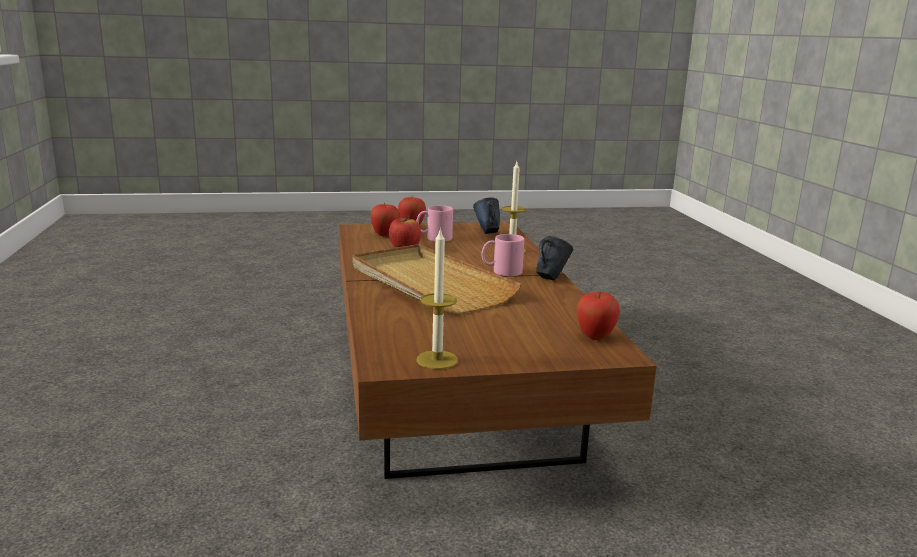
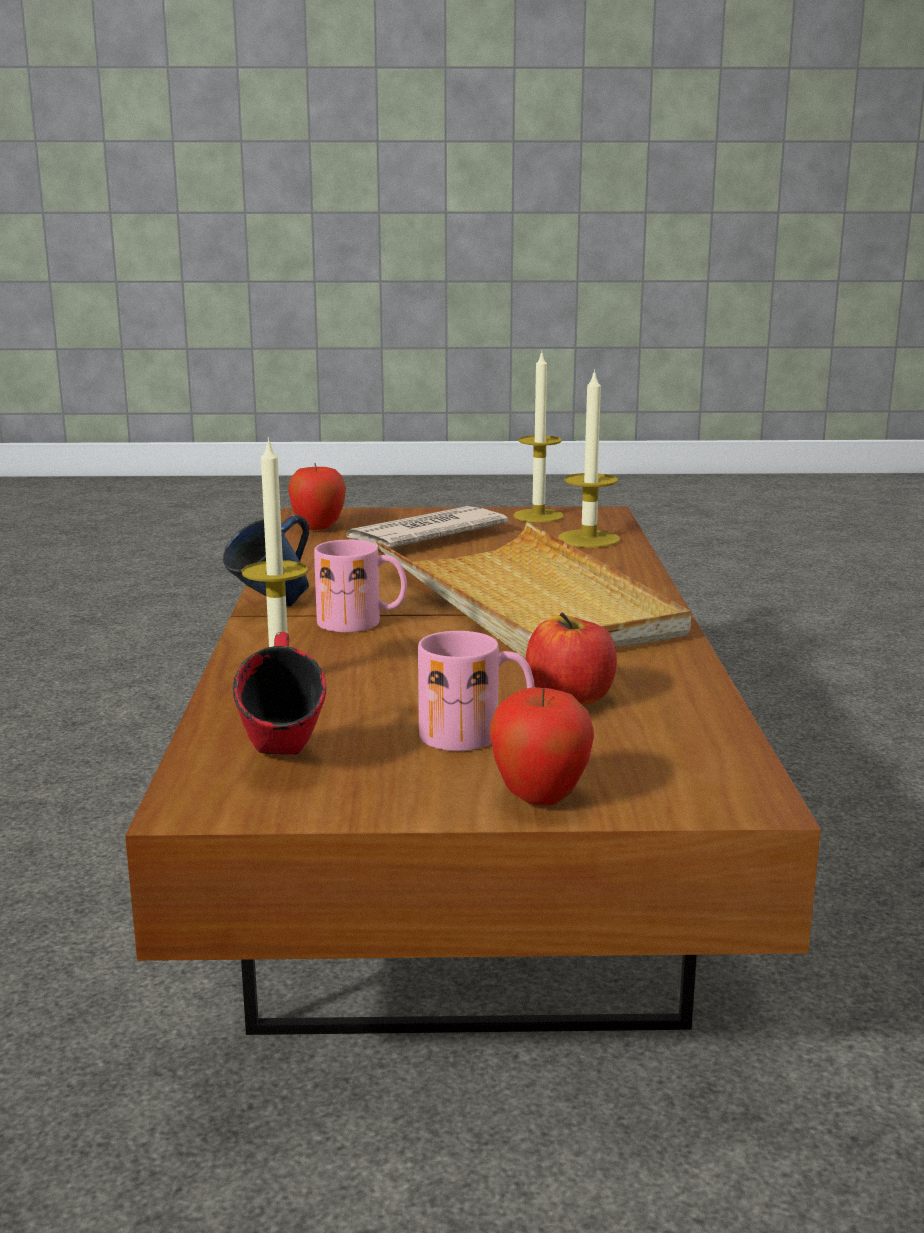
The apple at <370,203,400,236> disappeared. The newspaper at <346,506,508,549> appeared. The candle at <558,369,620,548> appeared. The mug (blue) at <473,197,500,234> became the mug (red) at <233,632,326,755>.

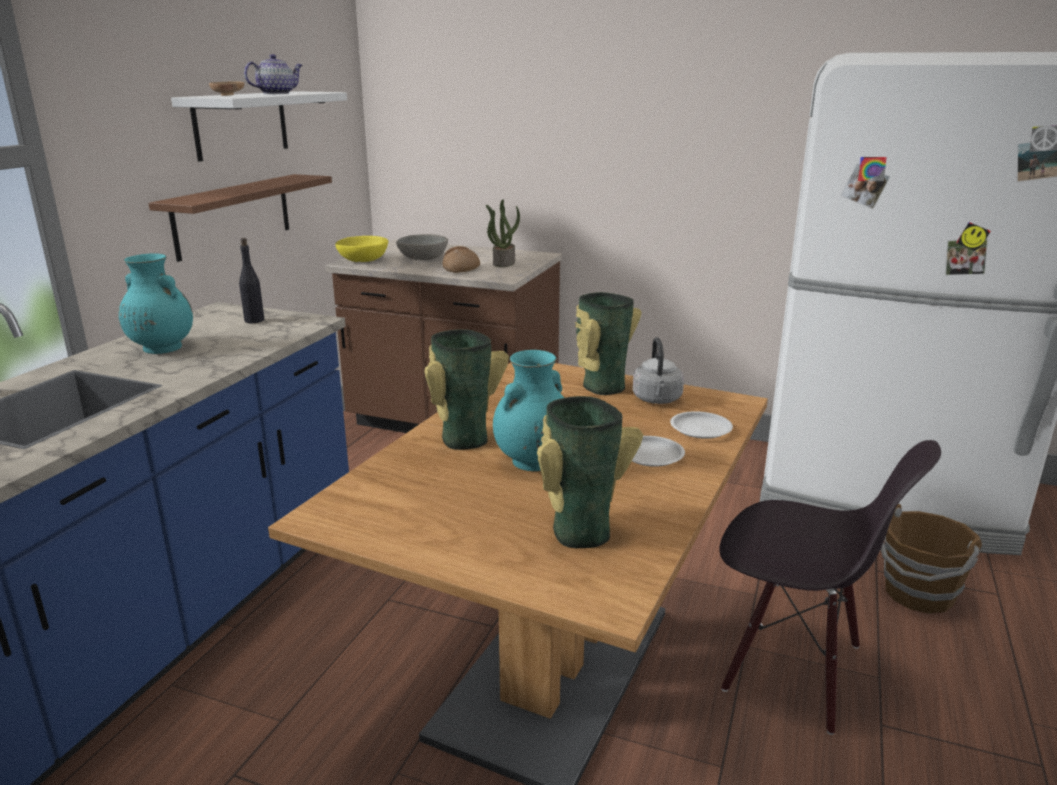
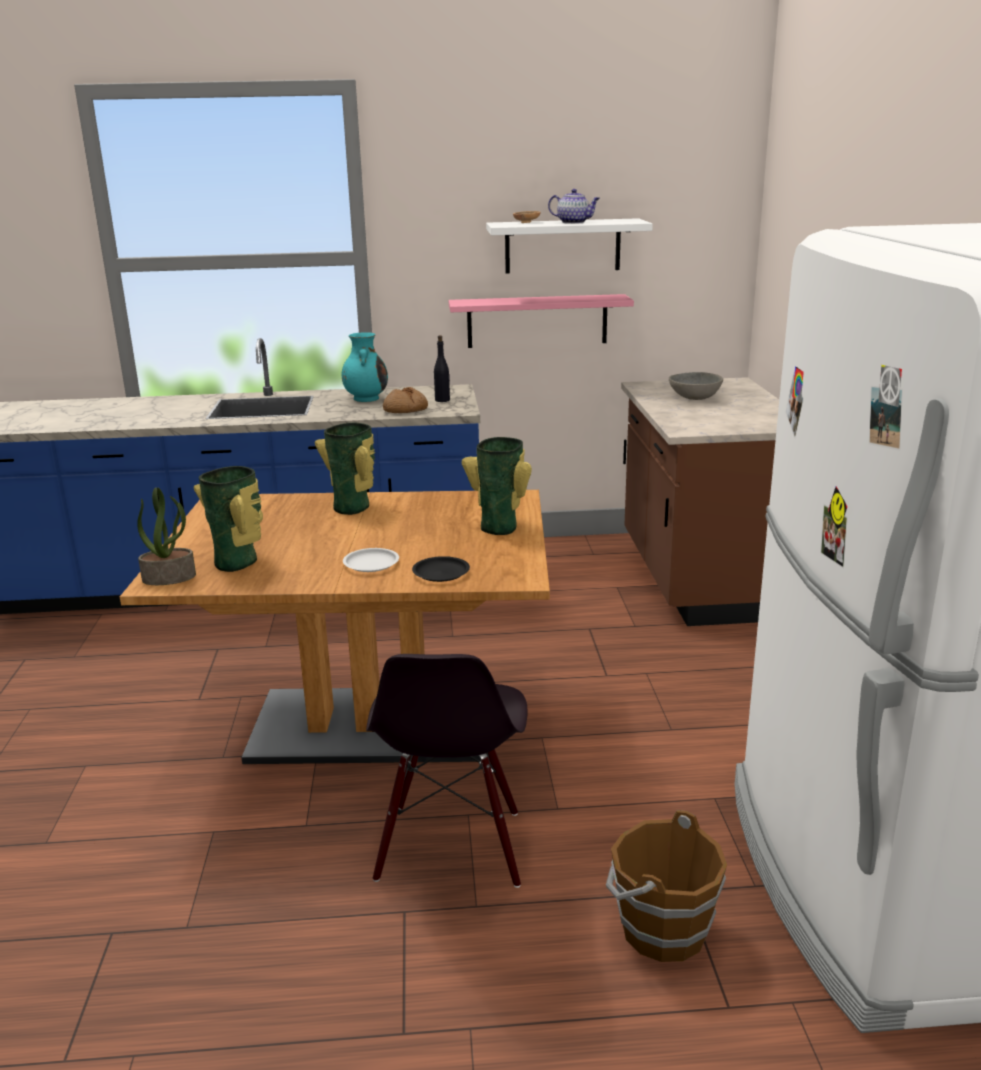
The bowl (yellow) at <335,236,388,262> disappeared. The vase (turquoise) at <493,350,564,471> disappeared. The kettle (grey) at <633,337,684,404> disappeared. The bread moved from <443,246,480,273> to <383,387,428,413>. The potted plant moved from <486,199,520,267> to <137,487,196,585>. The shelf (brown) at <149,174,332,262> became the shelf (pink) at <449,294,634,348>. The plate (white) at <670,411,733,439> became the plate (black) at <412,556,470,582>.

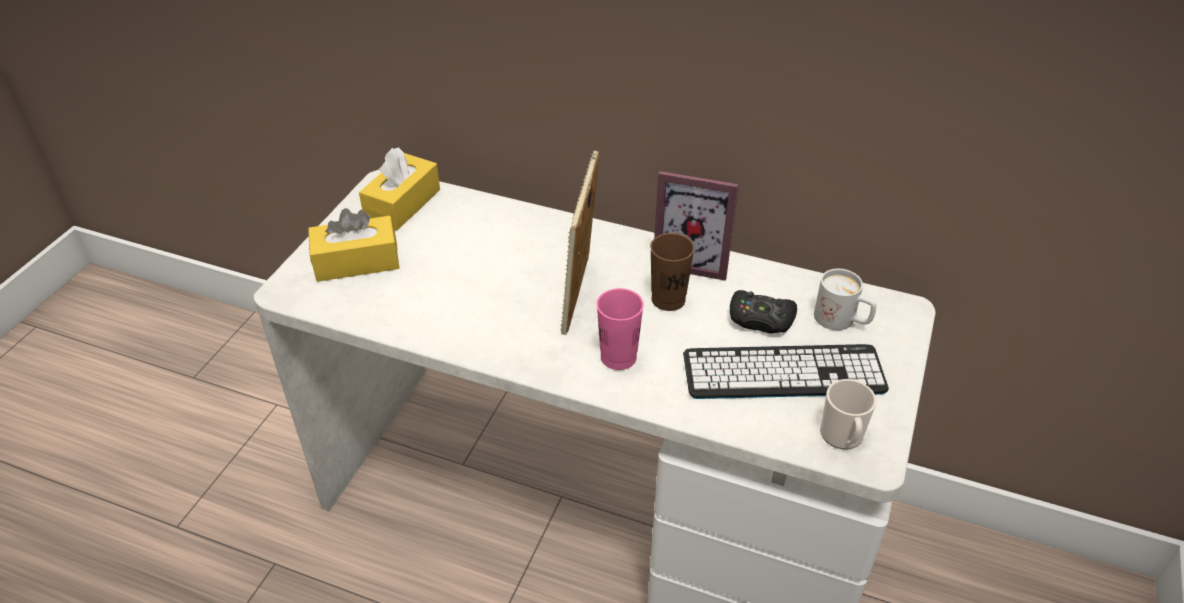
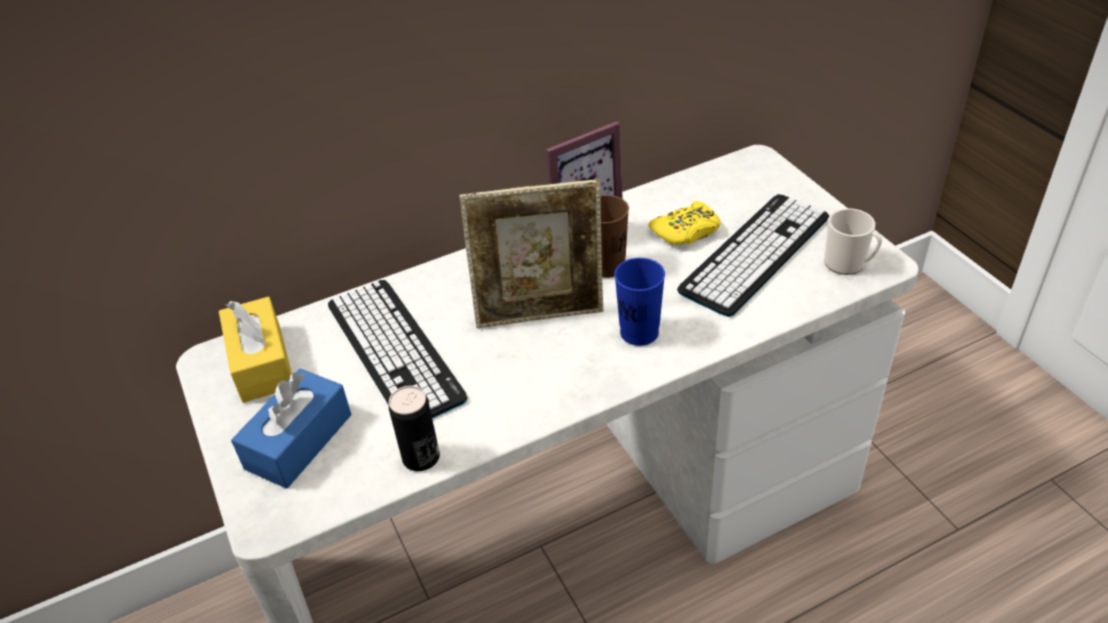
The mug (white) at <814,268,876,330> disappeared. The keyboard at <328,280,468,419> appeared. The can at <389,386,440,471> appeared. The tissue box (yellow) at <308,208,399,282> became the tissue box (blue) at <231,369,351,489>. The cup (pink) at <597,288,644,370> became the cup (blue) at <614,258,665,346>. The game controller (black) at <730,290,797,333> became the game controller (yellow) at <648,201,720,246>. The picture frame at <560,151,599,335> turned 60 degrees counterclockwise.

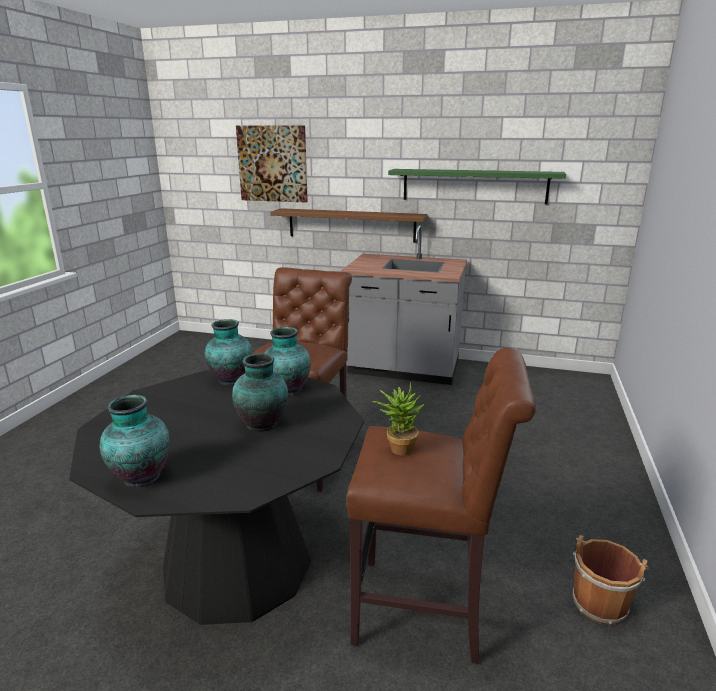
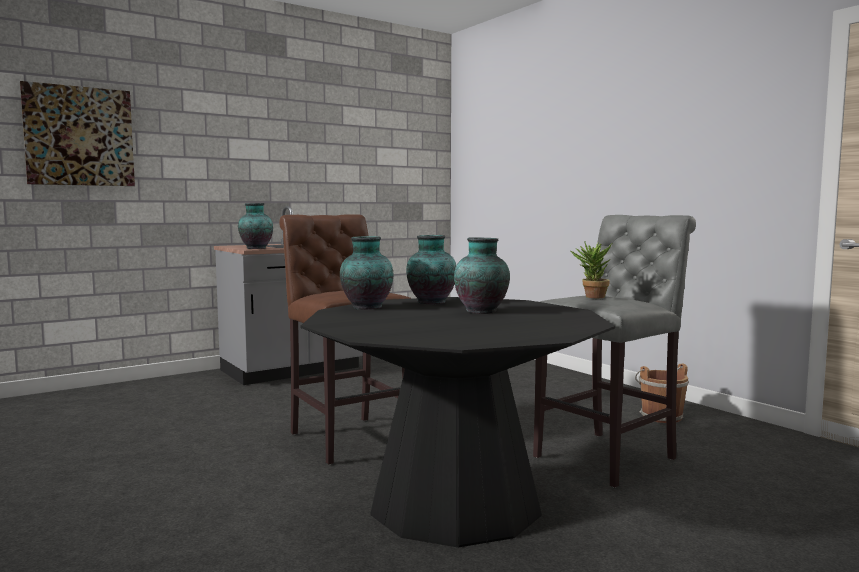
The shelf (brown) at <270,208,428,243> disappeared. The shelf (green) at <388,169,566,204> disappeared. The vase moved from <100,395,170,487> to <238,203,273,249>. The stool (brown) at <346,347,536,664> became the stool (grey) at <533,215,696,488>.

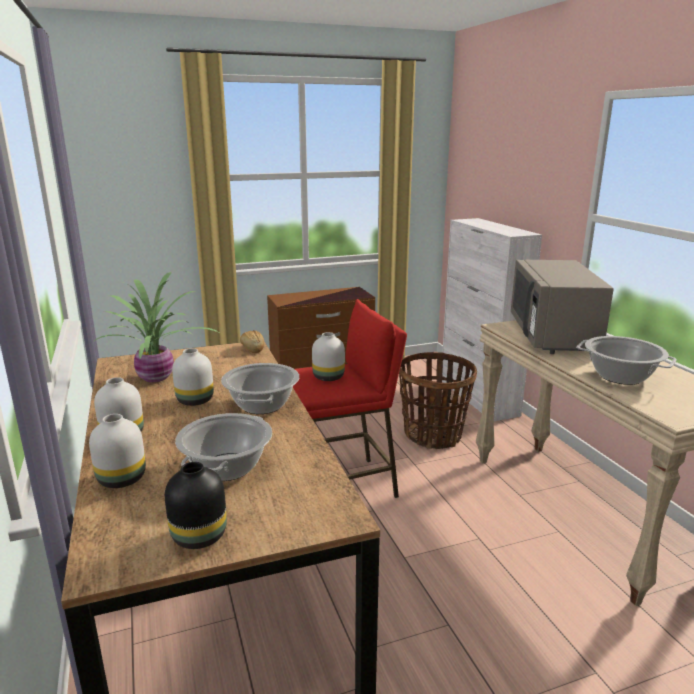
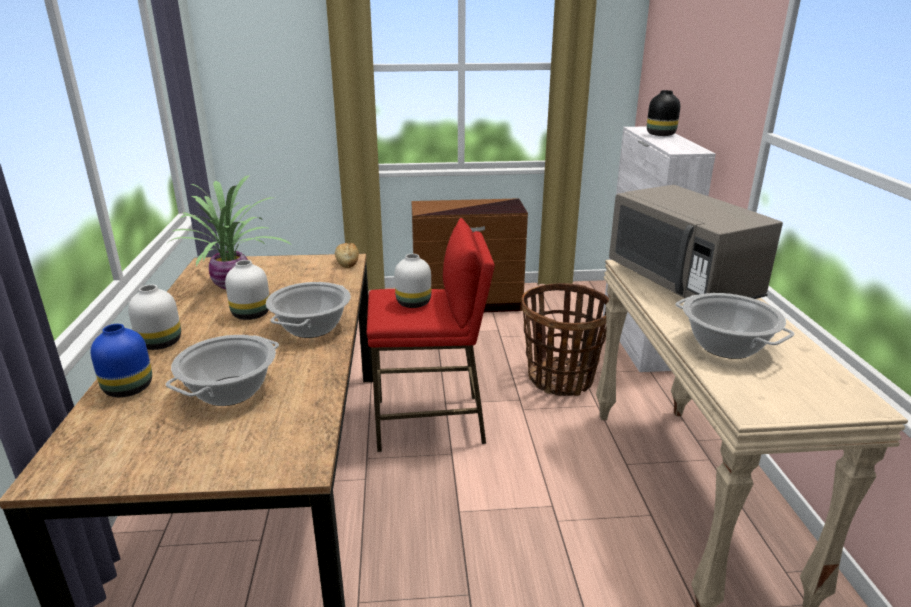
The vase (black) moved from <165,462,227,549> to <647,90,680,136>. The vase (white) at <89,414,146,488> became the vase (blue) at <91,324,152,397>. The microwave (grey) at <511,260,614,355> turned 45 degrees counterclockwise.

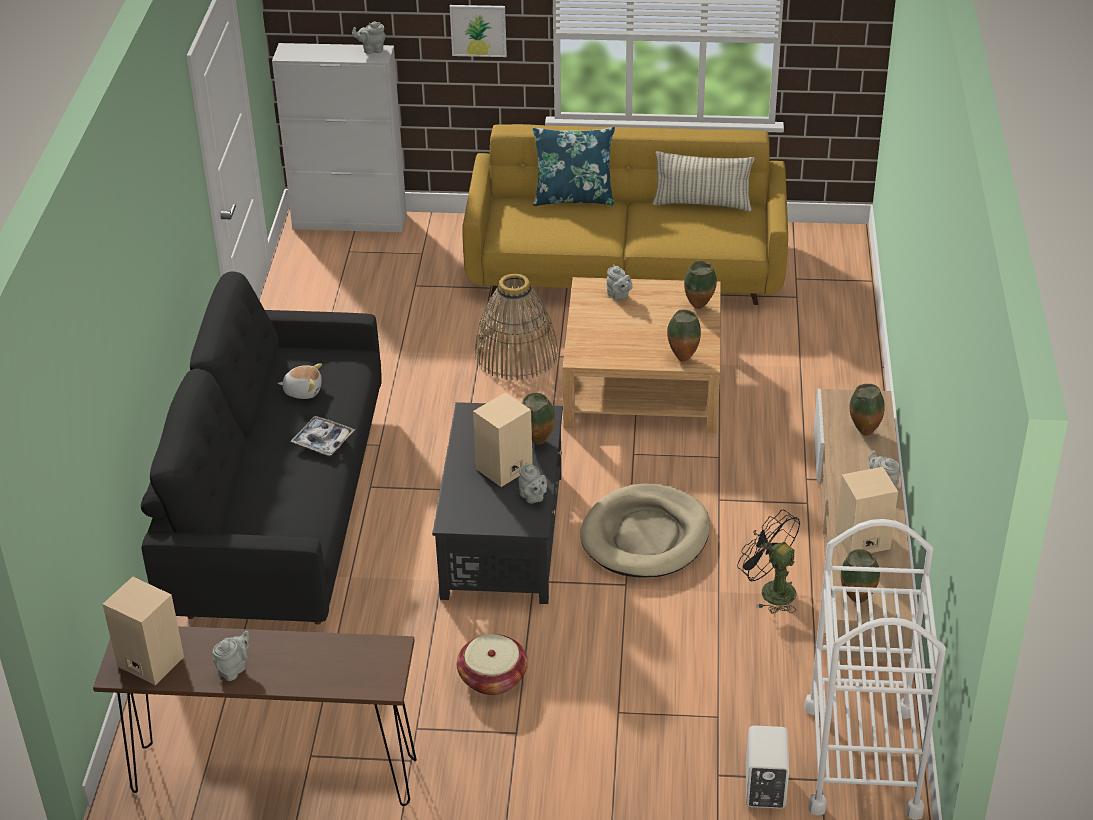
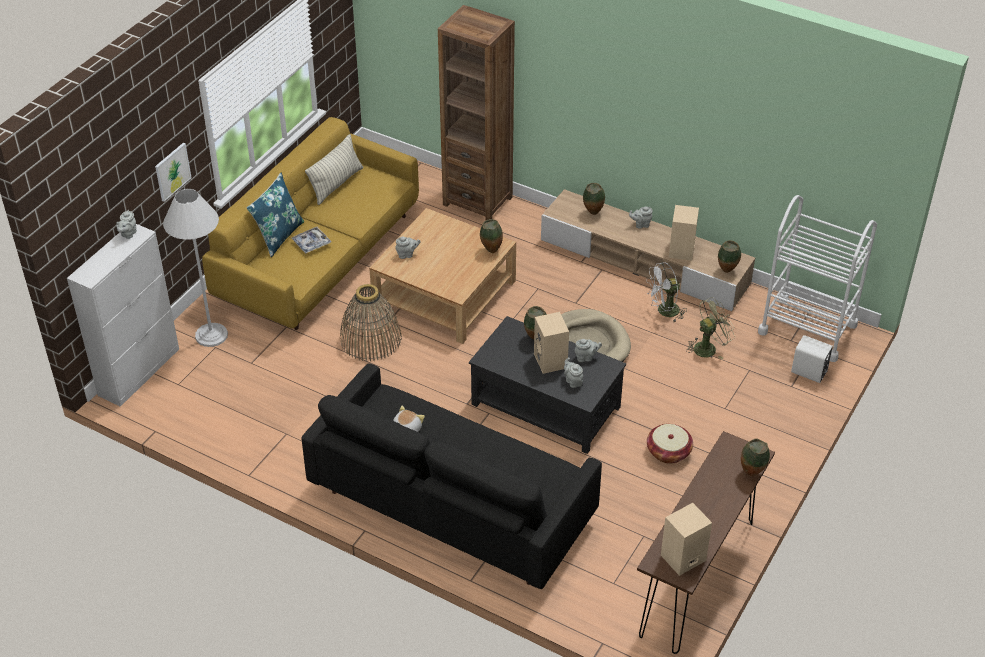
The floor lamp (white) at <163,189,228,347> appeared. The bookcase (brown) at <438,5,515,221> appeared. The fan (green) at <686,297,735,359> appeared. The teapot (grey) moved from <212,631,249,681> to <564,357,583,388>. The tray moved from <290,416,355,456> to <291,227,332,254>. The vase moved from <684,261,717,309> to <741,439,770,476>. The fan (black) at <737,510,800,613> became the fan (white) at <646,262,687,322>.

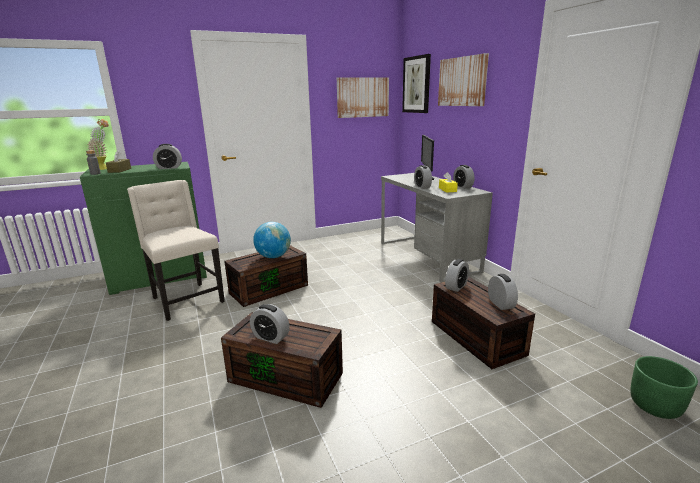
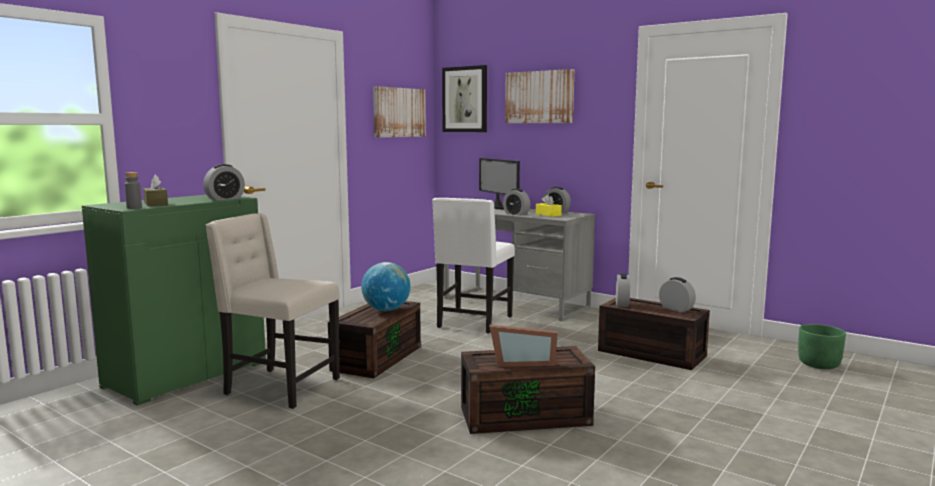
The potted plant at <88,119,109,170> disappeared. The chair (white) at <432,198,515,333> appeared. The alarm clock at <250,304,290,344> was replaced by the picture frame at <489,324,558,367>.

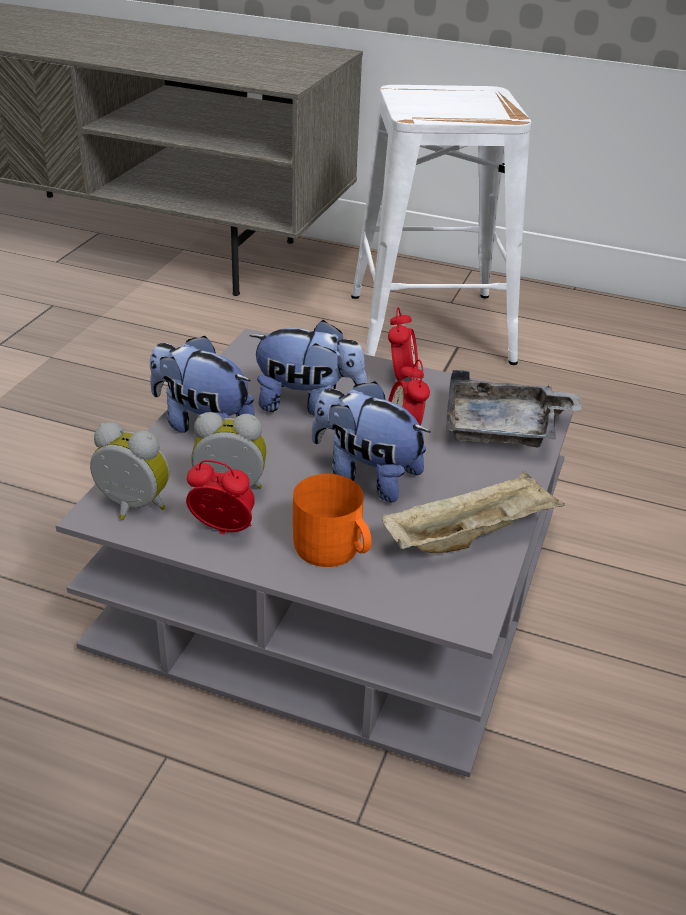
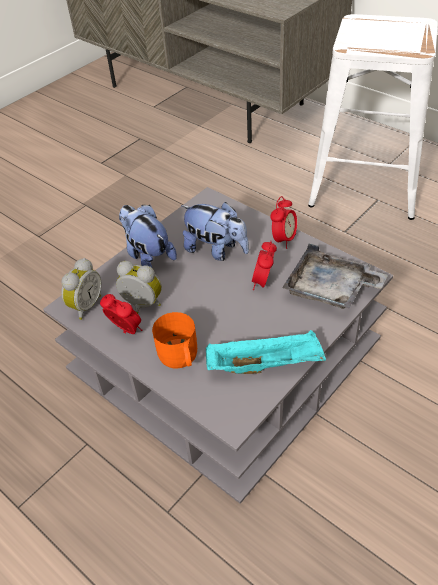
The plush toy at <312,381,431,502> disappeared. The tray (beige) at <382,471,565,553> became the tray (turquoise) at <206,330,326,374>. The alarm clock at <90,422,169,520> turned 75 degrees clockwise.

